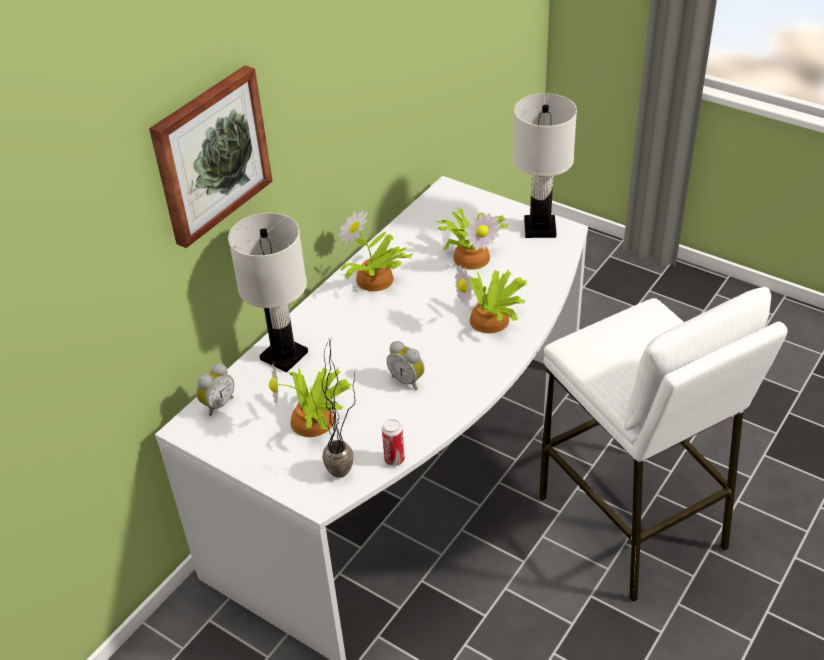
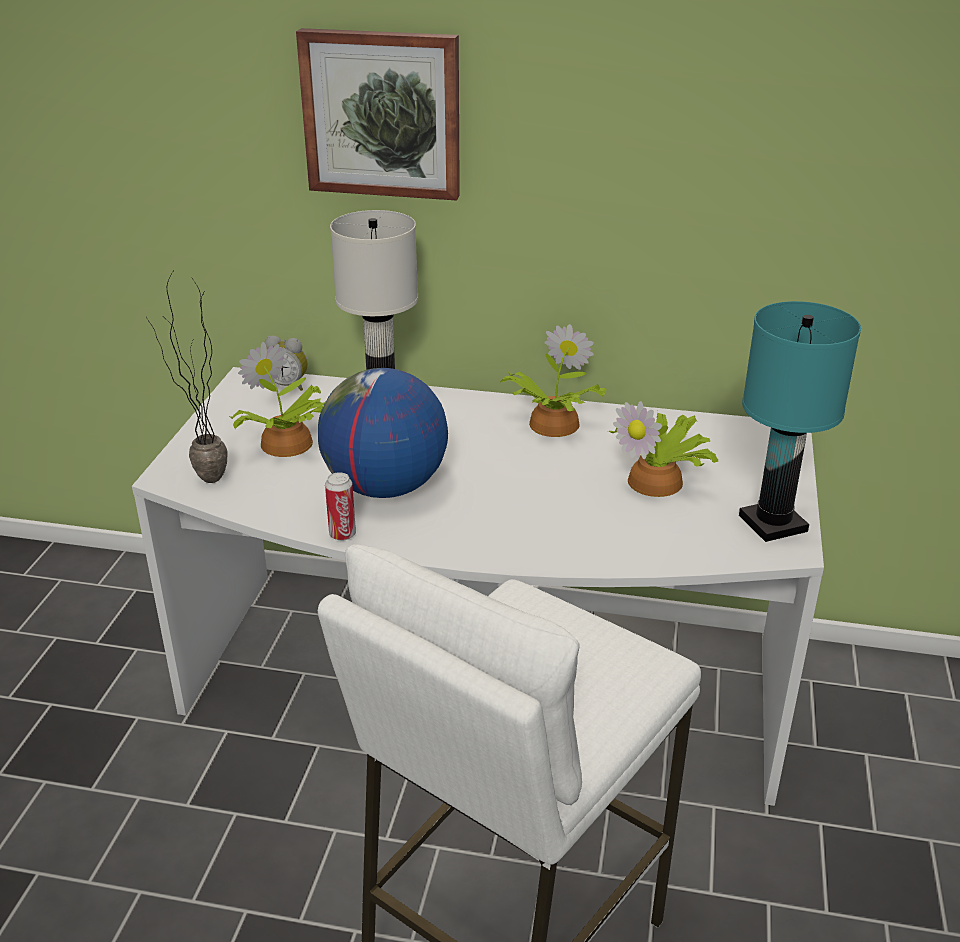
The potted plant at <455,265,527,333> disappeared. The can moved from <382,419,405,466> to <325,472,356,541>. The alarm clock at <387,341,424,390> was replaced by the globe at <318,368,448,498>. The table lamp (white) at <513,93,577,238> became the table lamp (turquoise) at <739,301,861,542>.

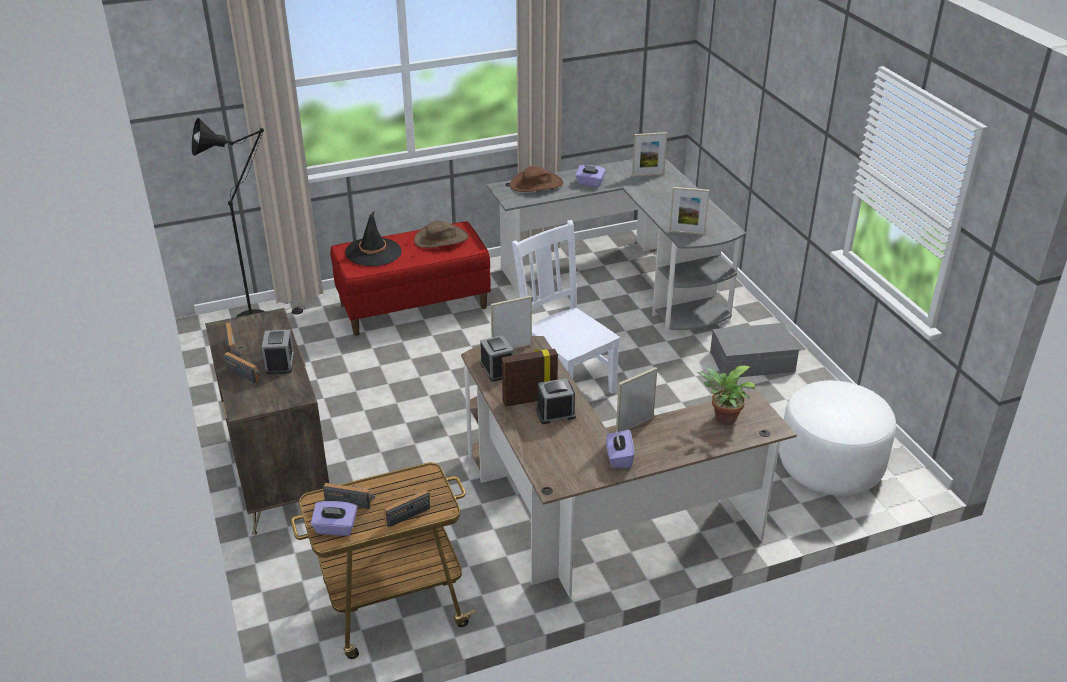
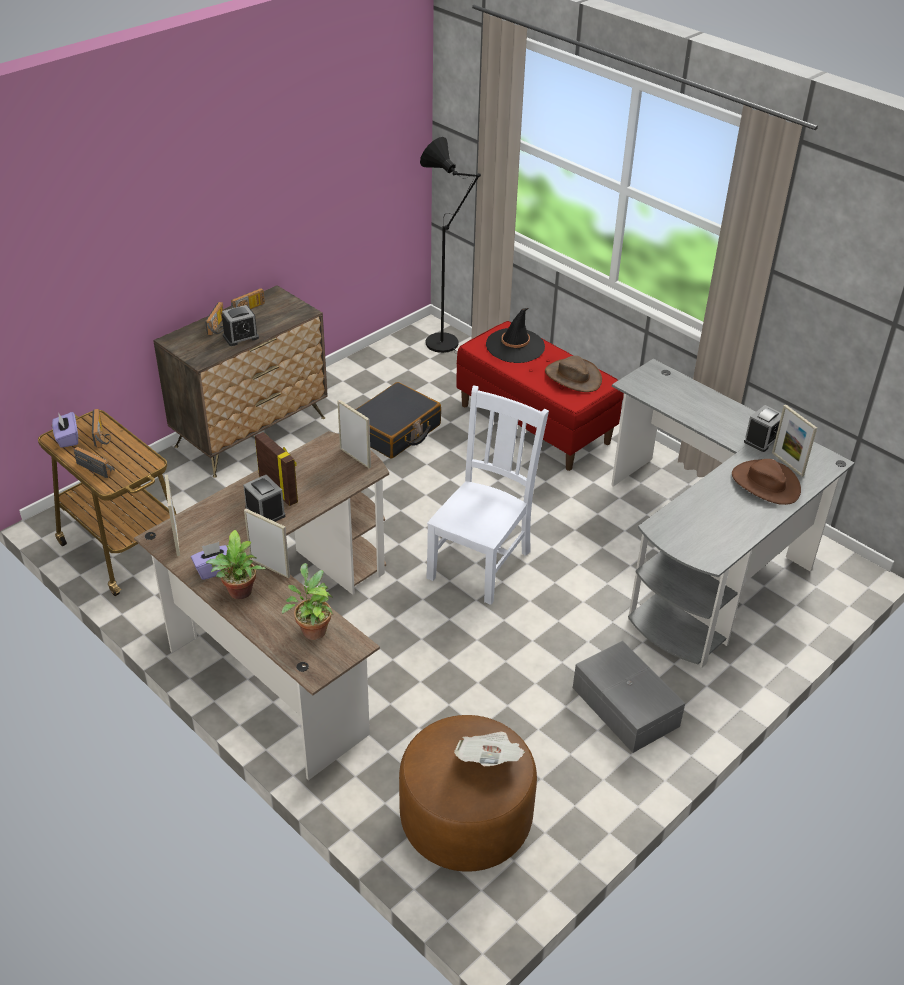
The tissue box (purple) at <575,164,606,187> disappeared. The potted plant at <206,530,266,599> appeared. The suitcase (black) at <355,382,441,459> appeared. The newspaper at <454,731,525,766> appeared. The alarm clock moved from <480,335,513,382> to <744,405,782,452>. The hat (brown) moved from <510,166,563,192> to <732,459,801,505>. The picture frame moved from <669,187,709,235> to <165,475,180,556>. The ottoman (white) at <779,380,896,496> became the ottoman (brown) at <399,715,537,872>.

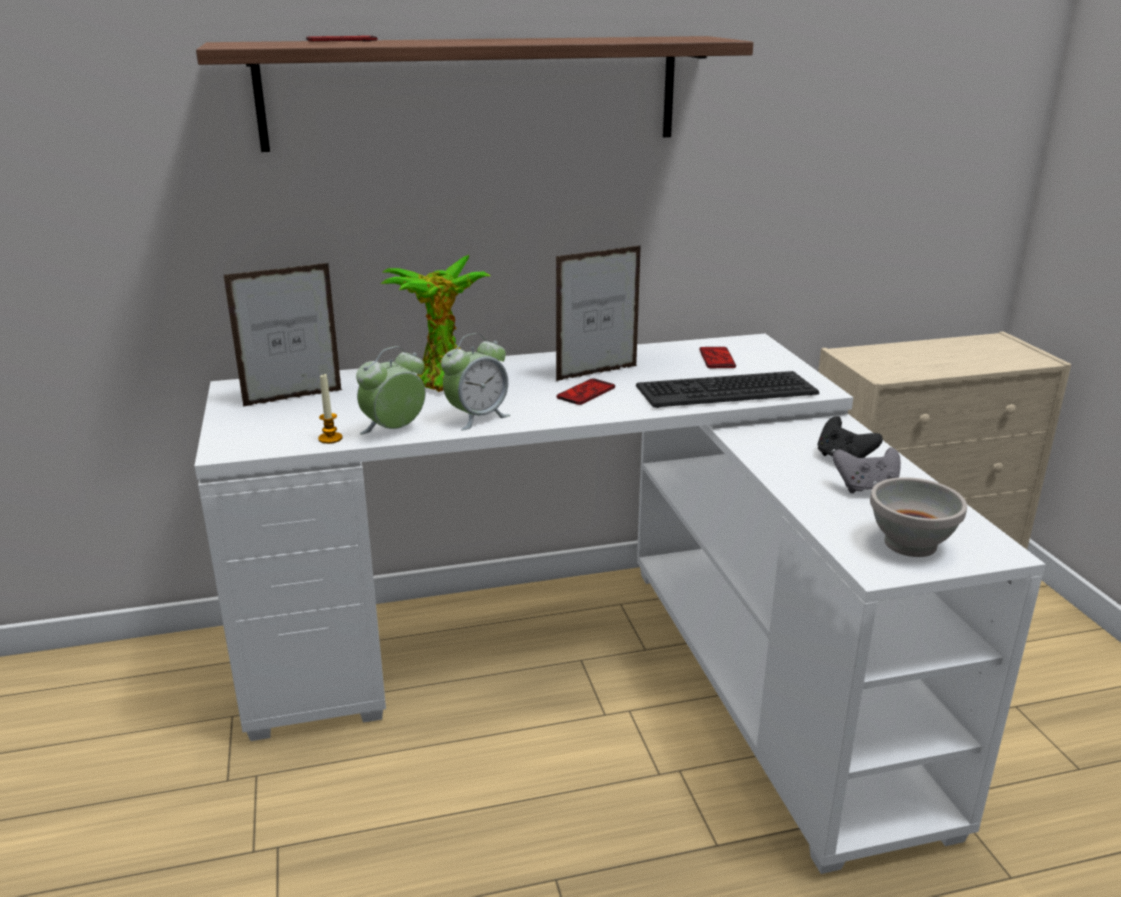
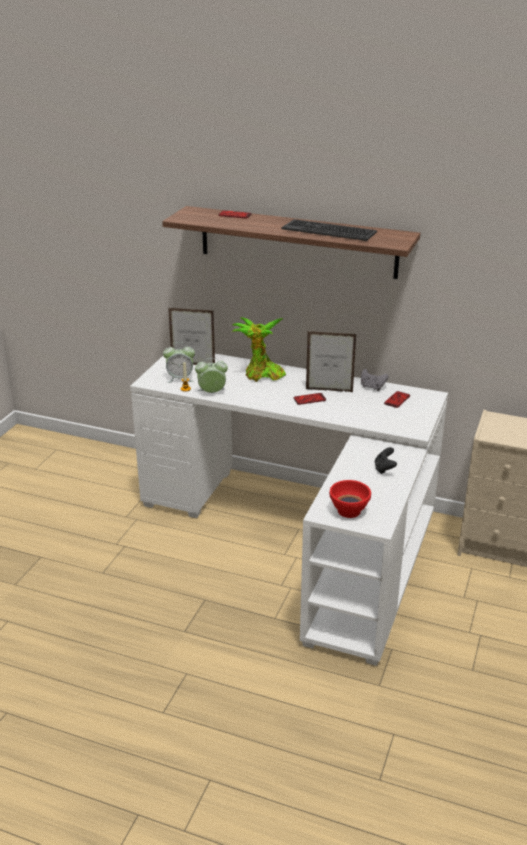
The alarm clock moved from <441,333,510,430> to <163,342,195,383>. The keyboard moved from <636,371,819,408> to <281,219,377,241>. The game controller (grey) moved from <833,447,901,493> to <361,369,389,391>. The bowl (white) at <870,477,967,557> became the bowl (red) at <330,480,371,518>.

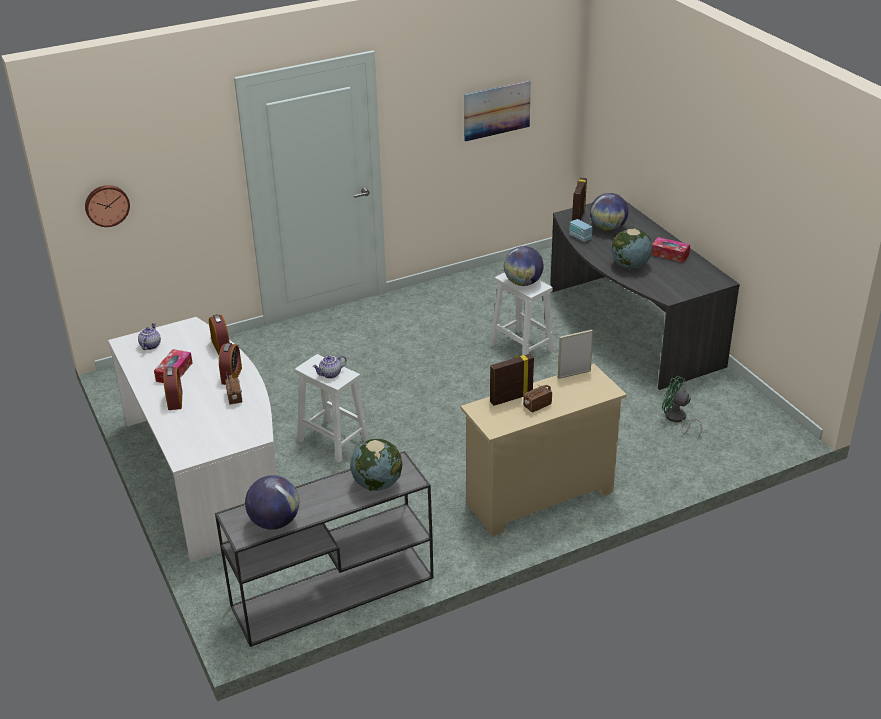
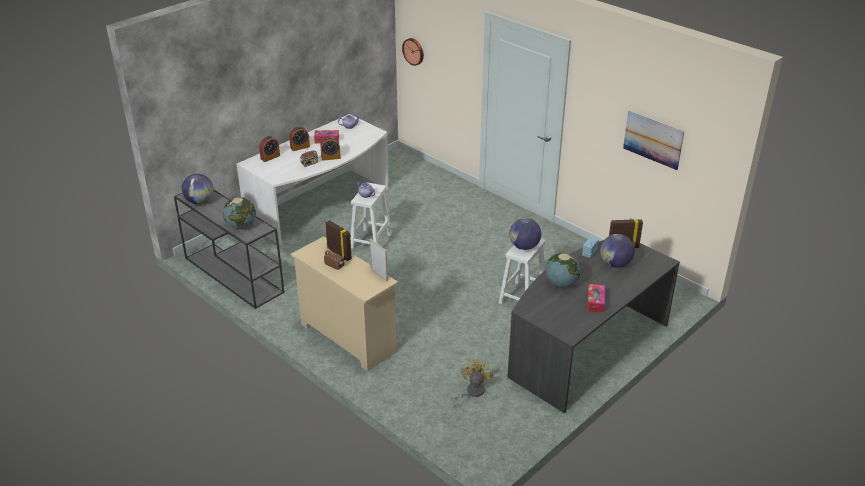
The alarm clock moved from <209,314,230,355> to <259,136,280,162>. The fan (green) at <662,376,702,438> became the fan (yellow) at <454,359,493,407>.

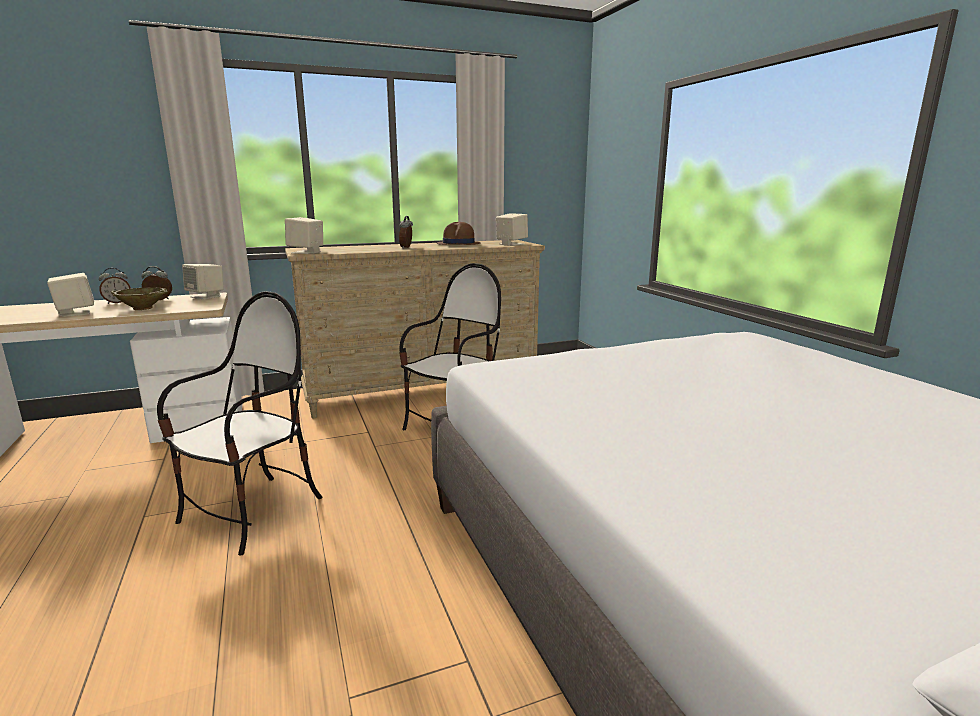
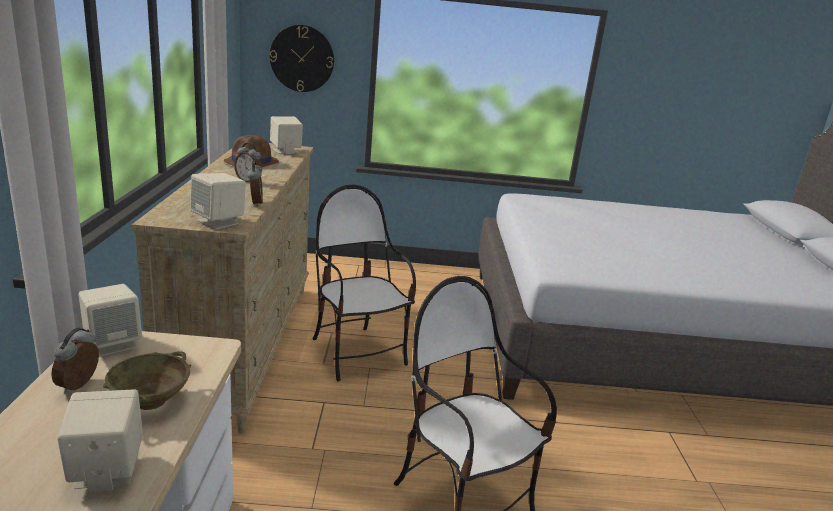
The wall clock at <270,25,334,92> appeared. The alarm clock moved from <99,268,131,304> to <247,161,263,207>.

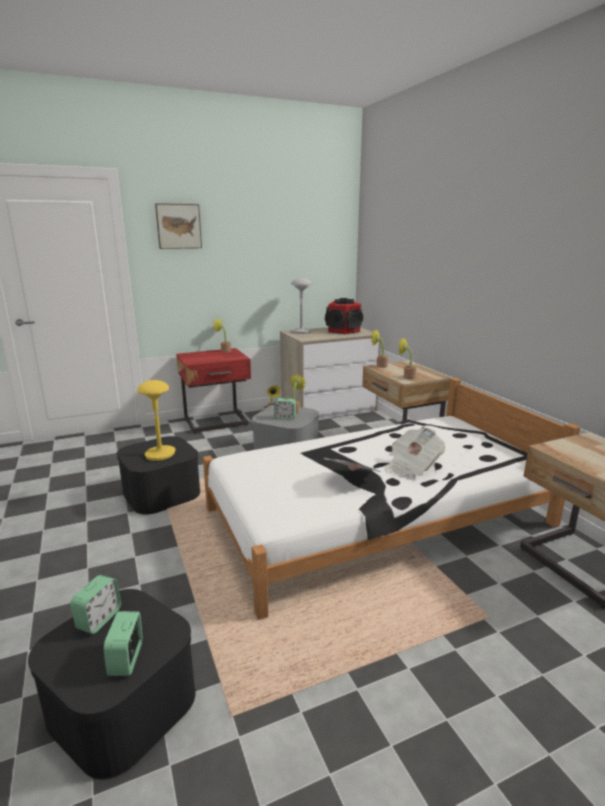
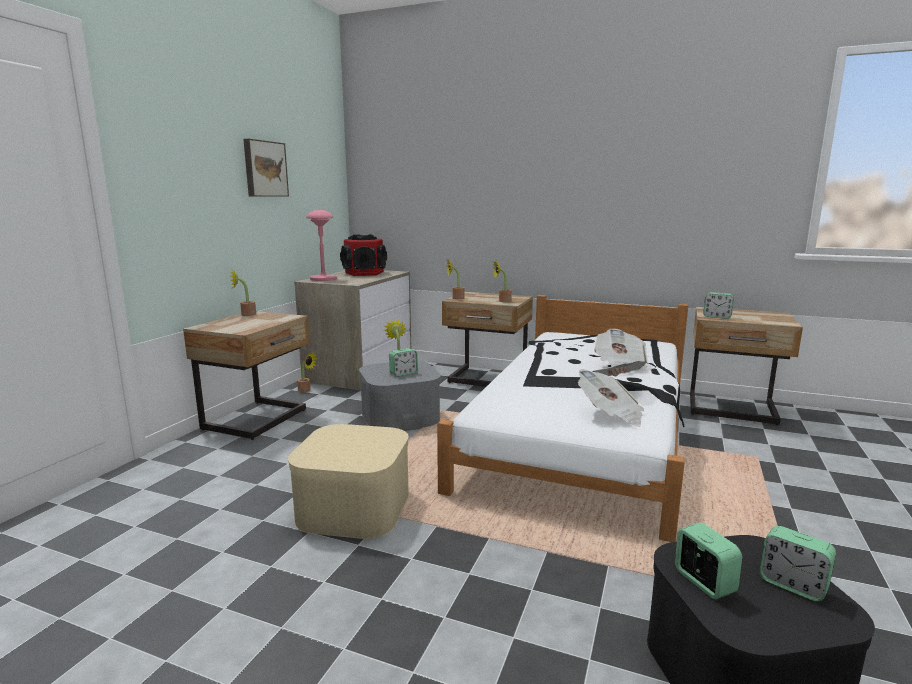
The table lamp (yellow) at <137,380,175,461> disappeared. The newspaper at <578,369,644,427> appeared. The alarm clock at <703,292,734,319> appeared. The picture moved from <155,203,202,249> to <243,139,289,197>. The storage box (black) at <117,436,200,515> became the storage box (beige) at <288,424,409,539>. The nightstand (red) at <176,348,251,434> became the nightstand (beige) at <183,311,309,440>. The table lamp (grey) at <291,278,312,334> became the table lamp (pink) at <306,210,337,281>.

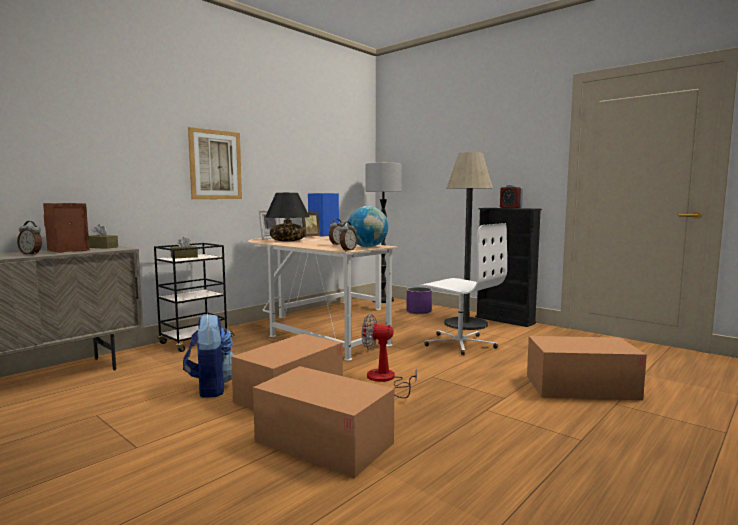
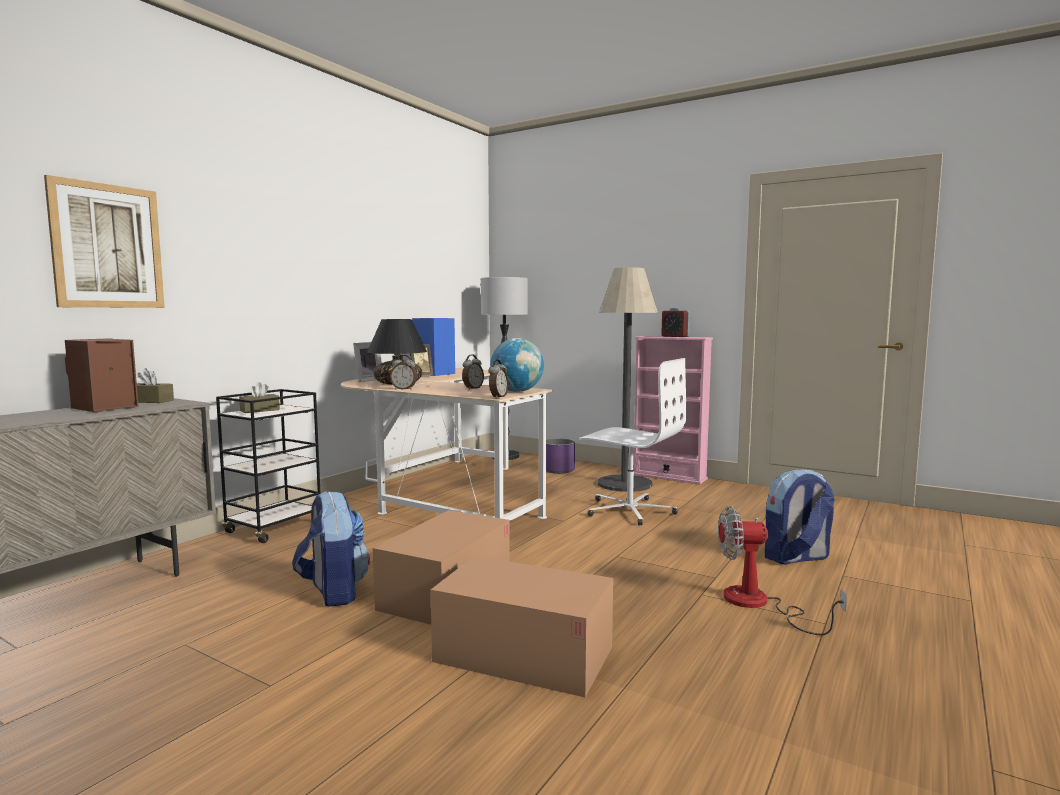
The alarm clock moved from <17,221,42,255> to <390,355,417,390>. The picture moved from <188,127,242,199> to <44,175,165,308>. The fan moved from <362,314,417,398> to <718,506,847,635>. The cardboard box at <527,336,647,400> was replaced by the backpack at <765,469,835,565>. The bookcase (black) at <475,208,542,327> became the bookcase (pink) at <634,336,713,484>.

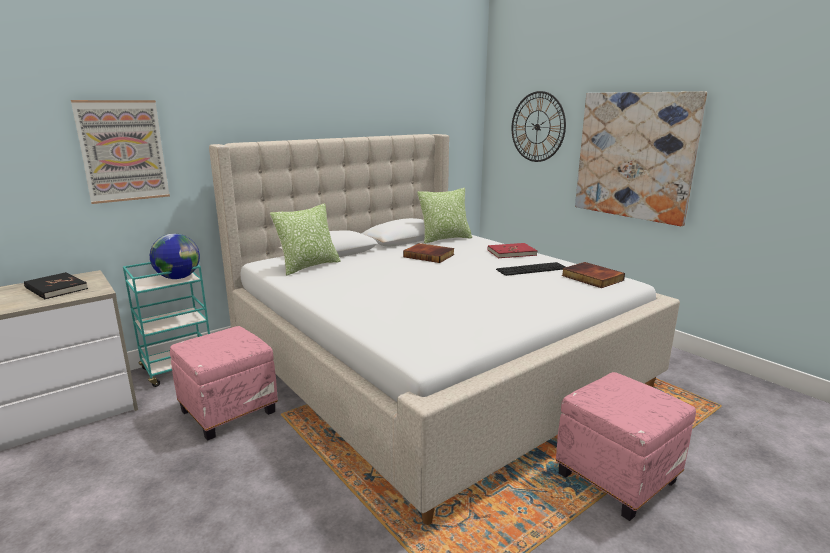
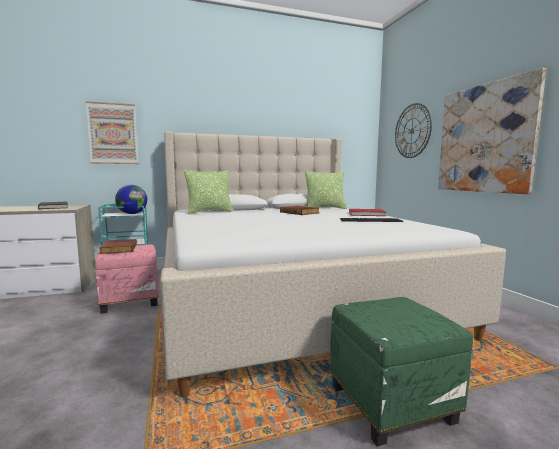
The book moved from <561,262,625,288> to <99,239,137,254>. The ottoman (pink) at <556,372,696,521> became the ottoman (green) at <330,297,473,446>.

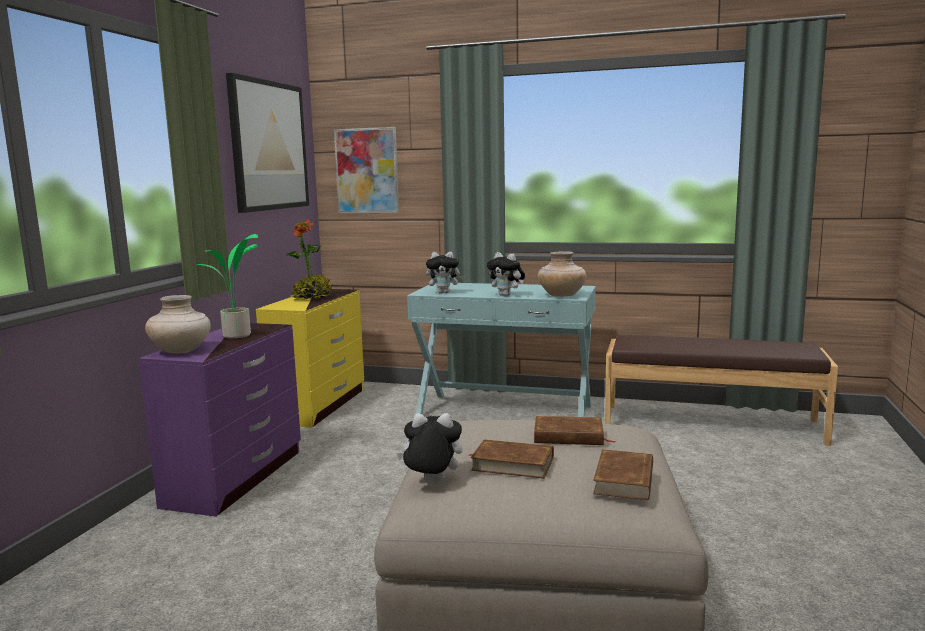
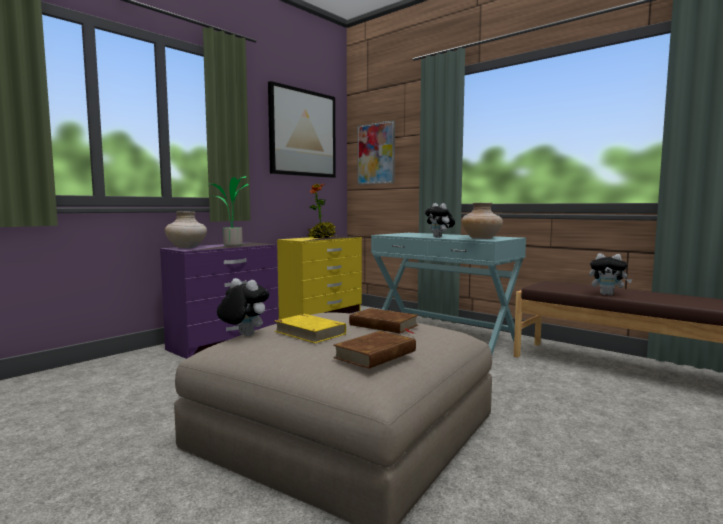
The plush toy moved from <426,252,464,294> to <589,253,632,295>. The book (brown) at <469,439,554,479> became the book (yellow) at <275,314,346,343>.

